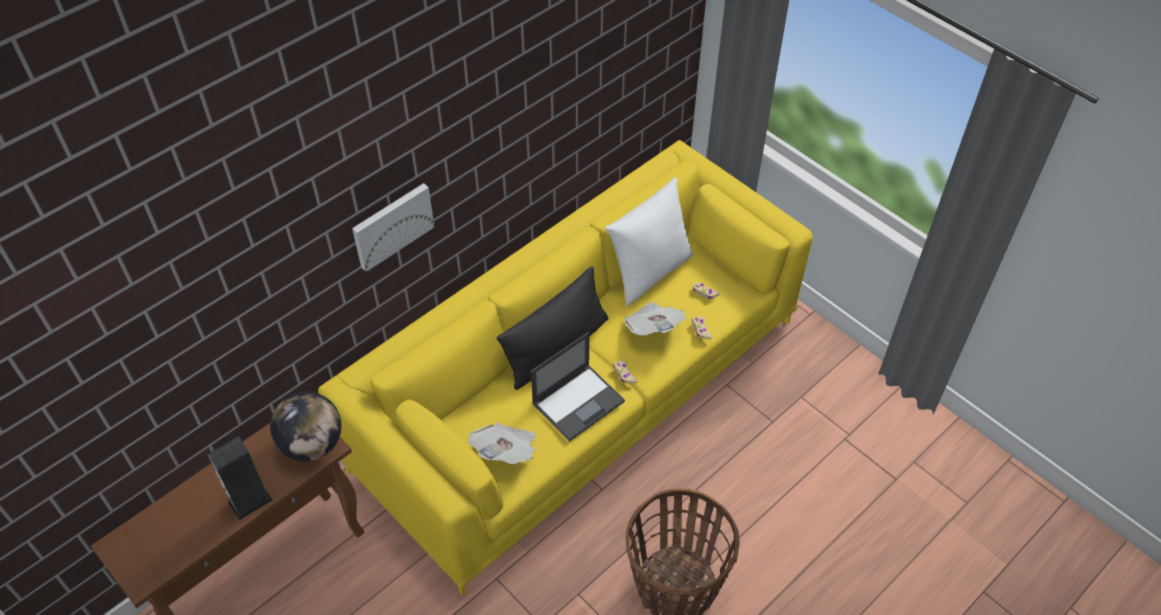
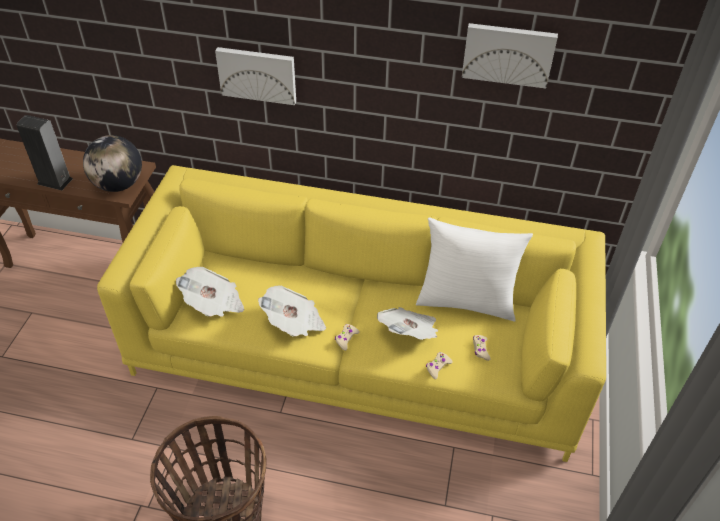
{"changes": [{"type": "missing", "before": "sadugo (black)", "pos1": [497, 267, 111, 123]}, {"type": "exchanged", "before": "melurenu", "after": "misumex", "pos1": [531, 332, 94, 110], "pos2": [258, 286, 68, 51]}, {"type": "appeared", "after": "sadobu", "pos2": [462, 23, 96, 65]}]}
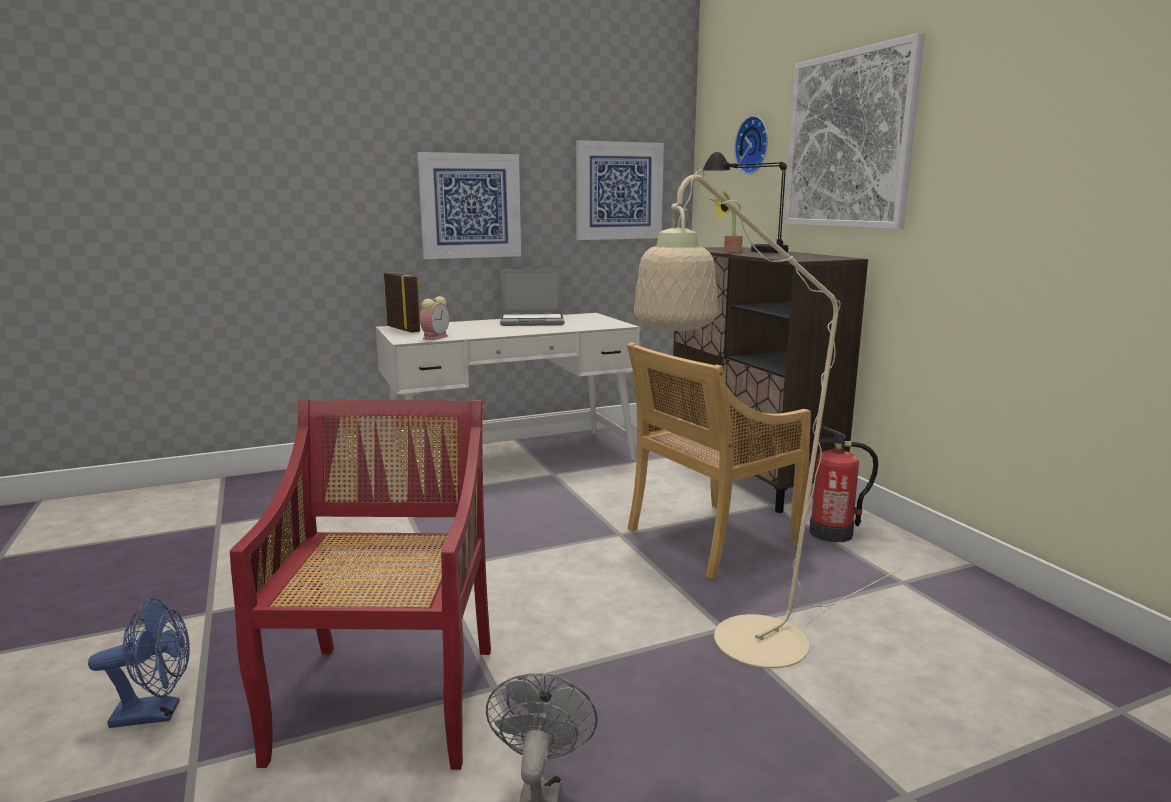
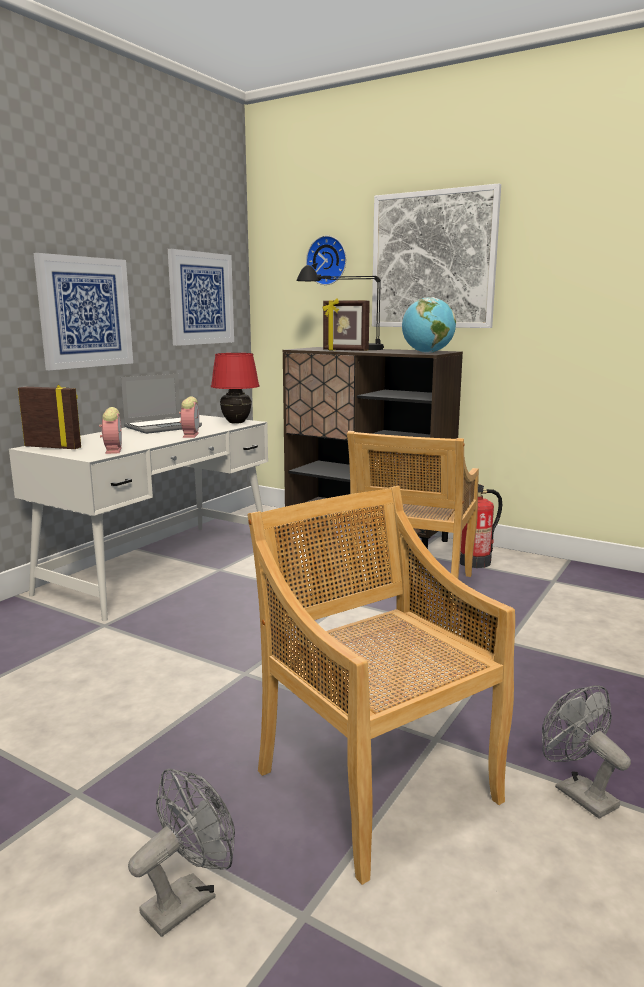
{"changes": [{"type": "missing", "before": "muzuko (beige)", "pos1": [634, 169, 270, 499]}, {"type": "exchanged", "before": "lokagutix", "after": "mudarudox", "pos1": [713, 190, 30, 63], "pos2": [323, 298, 47, 53]}, {"type": "colour", "before": "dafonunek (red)", "after": "dafonunek (beige)", "pos1": [230, 399, 261, 371], "pos2": [247, 486, 268, 399]}, {"type": "colour", "before": "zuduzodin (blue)", "after": "zuduzodin (grey)", "pos1": [88, 598, 102, 130], "pos2": [128, 769, 107, 168]}, {"type": "appeared", "after": "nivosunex", "pos2": [402, 297, 54, 56]}, {"type": "appeared", "after": "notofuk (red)", "pos2": [211, 353, 48, 71]}, {"type": "appeared", "after": "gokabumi", "pos2": [179, 397, 20, 41]}]}
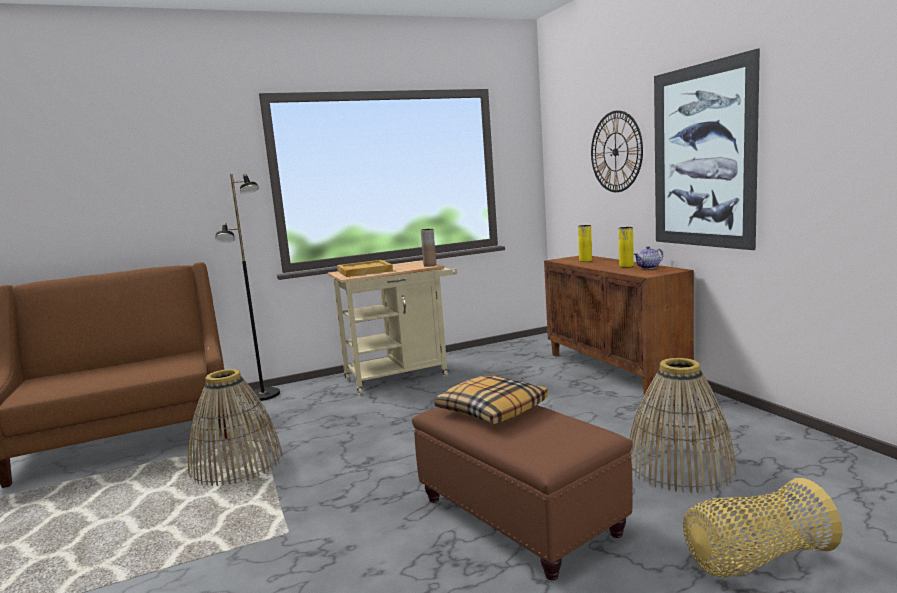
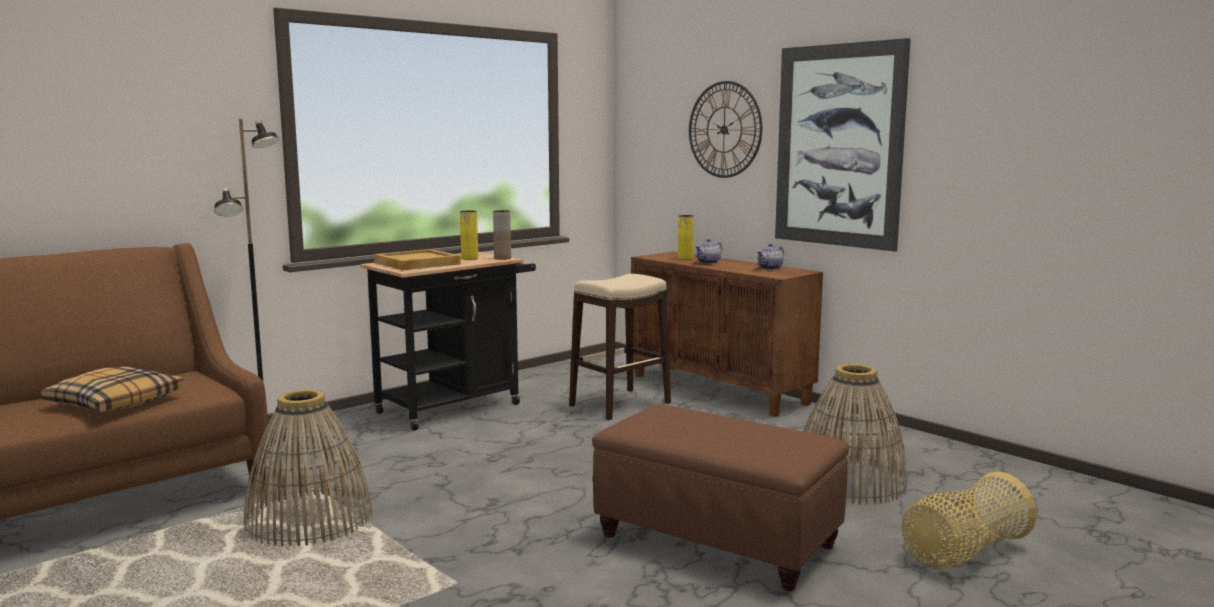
{"changes": [{"type": "relocated", "before": "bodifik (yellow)", "pos1": [618, 227, 16, 40], "pos2": [460, 211, 18, 49]}, {"type": "colour", "before": "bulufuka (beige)", "after": "bulufuka (black)", "pos1": [328, 260, 130, 135], "pos2": [360, 252, 176, 179]}, {"type": "relocated", "before": "sadugo", "pos1": [434, 375, 114, 50], "pos2": [41, 366, 143, 46]}, {"type": "appeared", "after": "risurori", "pos2": [695, 239, 27, 25]}, {"type": "appeared", "after": "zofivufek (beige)", "pos2": [569, 274, 102, 146]}]}
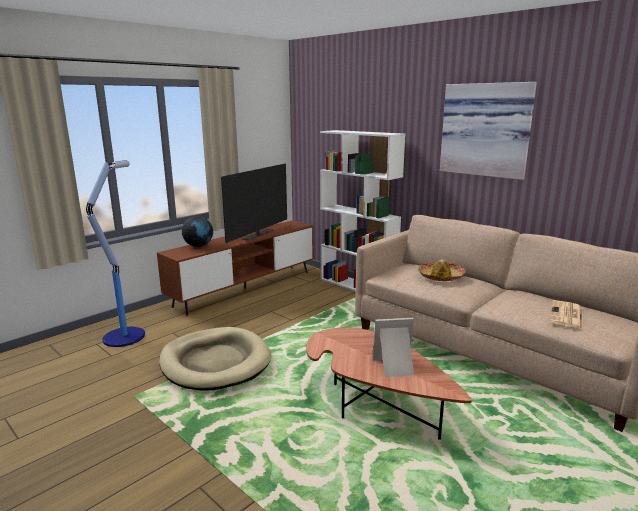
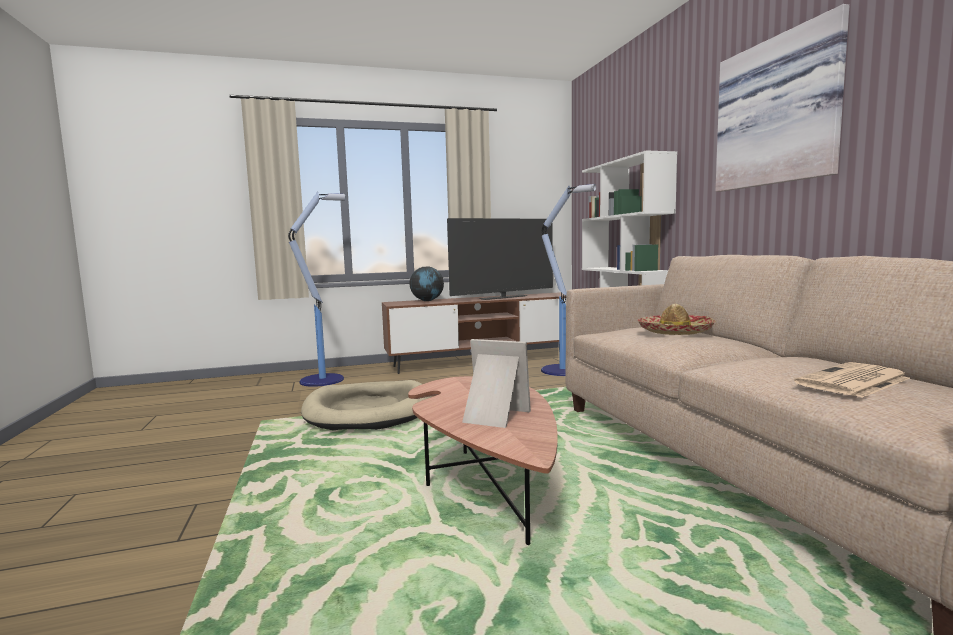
{"changes": [{"type": "appeared", "after": "muzuko", "pos2": [541, 184, 55, 192]}]}
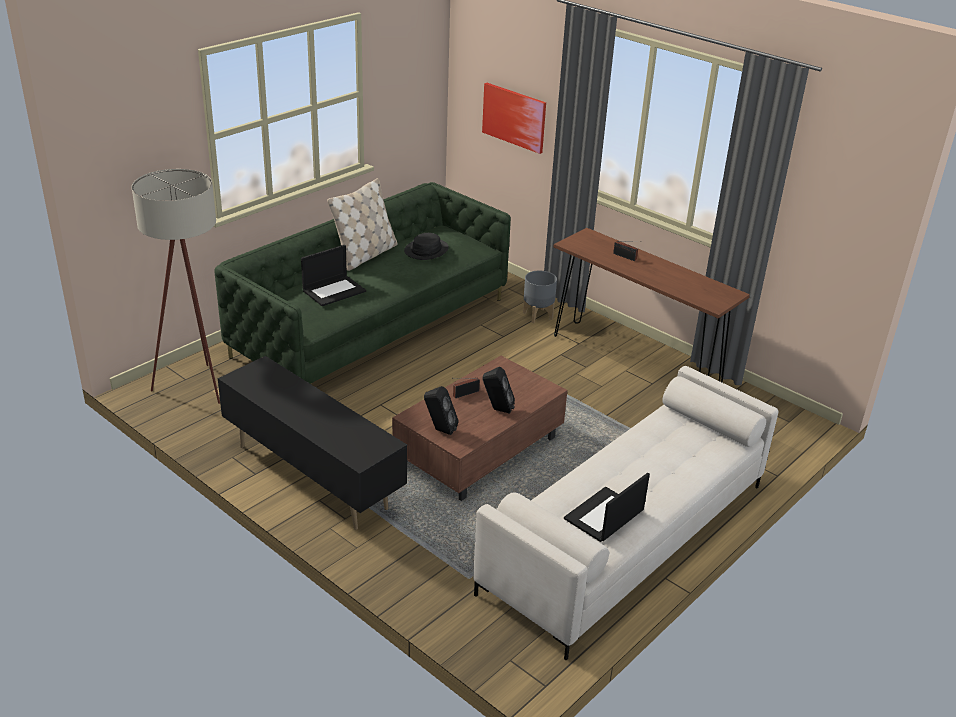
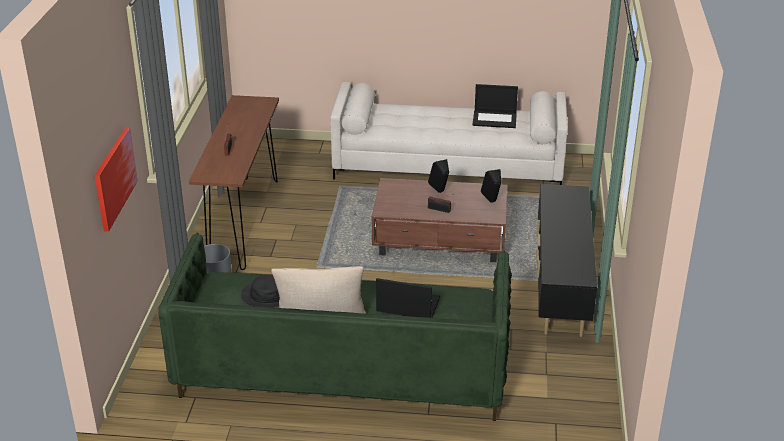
{"changes": [{"type": "missing", "before": "muzuko (beige)", "pos1": [131, 169, 89, 235]}]}
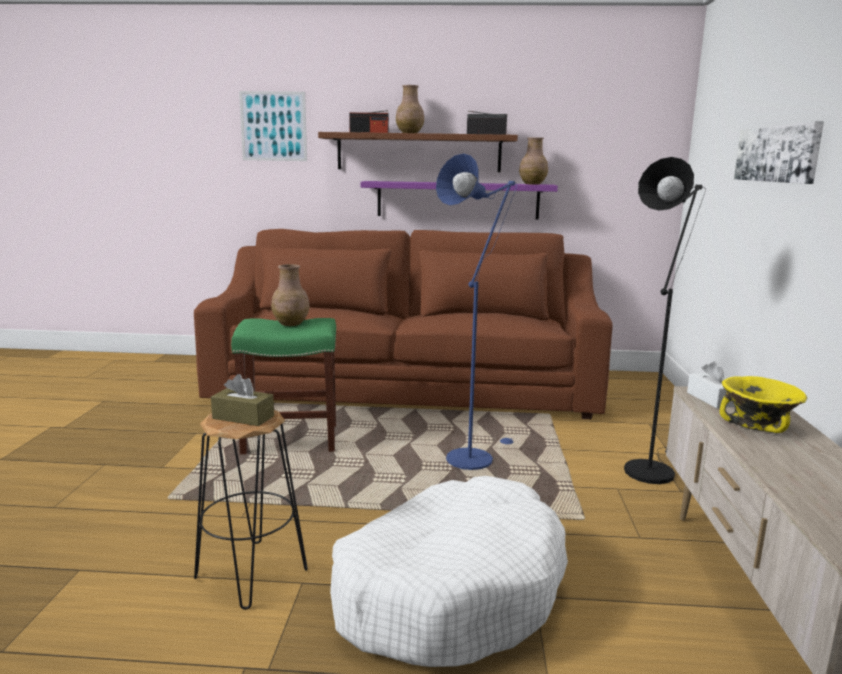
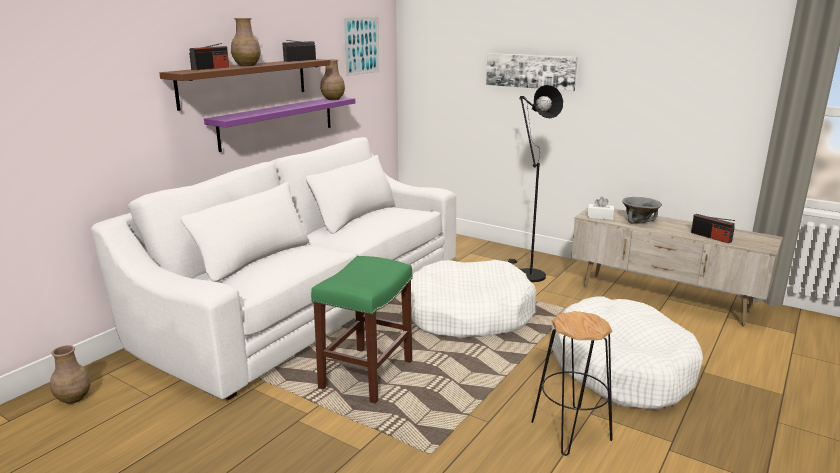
{"changes": [{"type": "relocated", "before": "sadobu", "pos1": [239, 91, 68, 70], "pos2": [343, 17, 37, 59]}, {"type": "exchanged", "before": "muzuko (blue)", "after": "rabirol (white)", "pos1": [436, 154, 81, 316], "pos2": [411, 260, 126, 78]}, {"type": "colour", "before": "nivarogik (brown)", "after": "nivarogik (white)", "pos1": [194, 229, 418, 190], "pos2": [91, 137, 365, 263]}, {"type": "relocated", "before": "bodifik (brown)", "pos1": [271, 264, 39, 62], "pos2": [50, 345, 41, 59]}, {"type": "missing", "before": "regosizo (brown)", "pos1": [211, 374, 63, 52]}, {"type": "colour", "before": "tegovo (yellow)", "after": "tegovo (grey)", "pos1": [720, 376, 87, 57], "pos2": [622, 197, 40, 27]}, {"type": "appeared", "after": "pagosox", "pos2": [691, 214, 44, 29]}]}
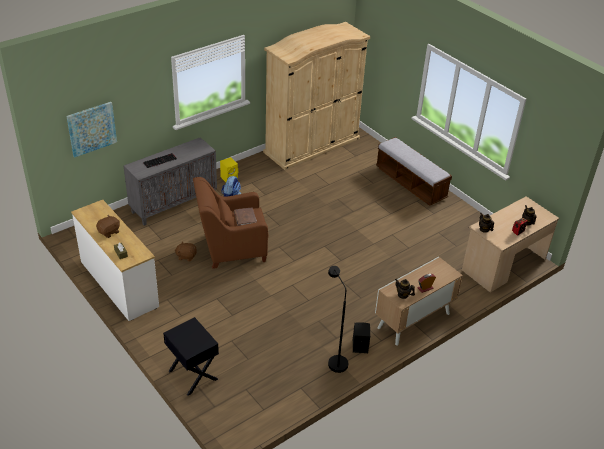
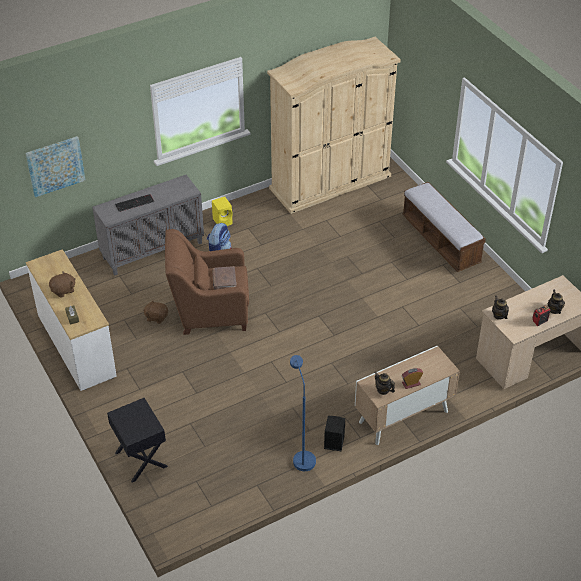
{"changes": [{"type": "colour", "before": "muzuko (black)", "after": "muzuko (blue)", "pos1": [328, 266, 20, 107], "pos2": [290, 355, 26, 116]}]}
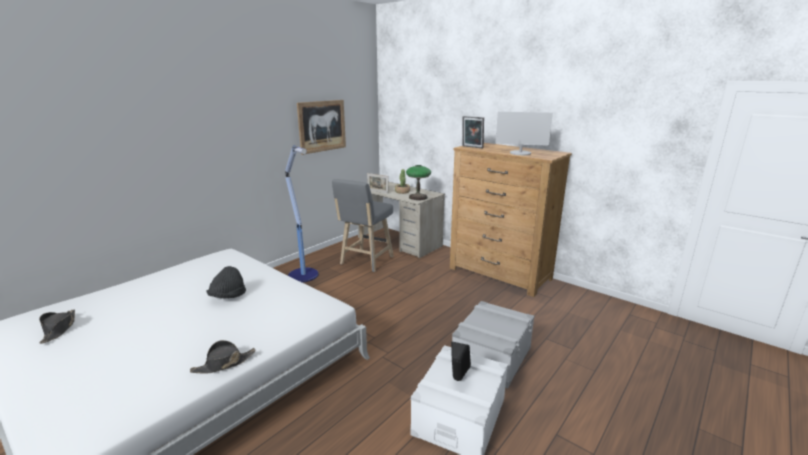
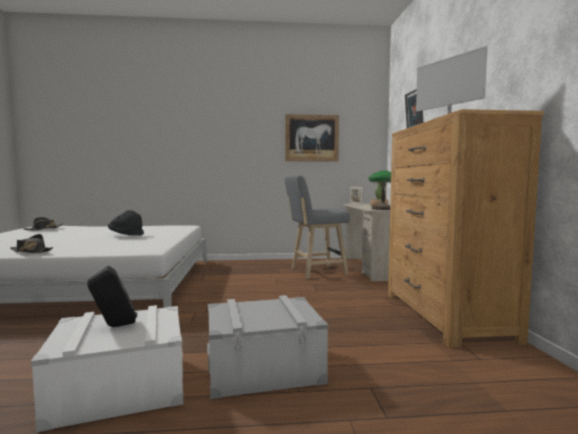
{"changes": [{"type": "missing", "before": "muzuko", "pos1": [285, 145, 34, 137]}]}
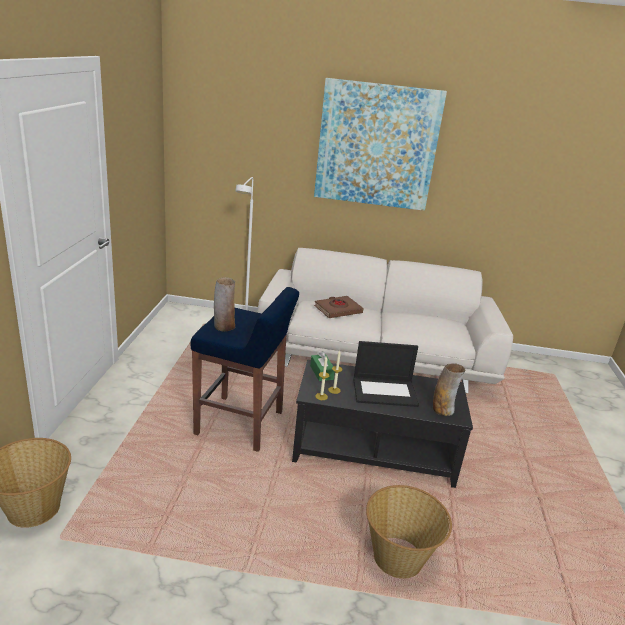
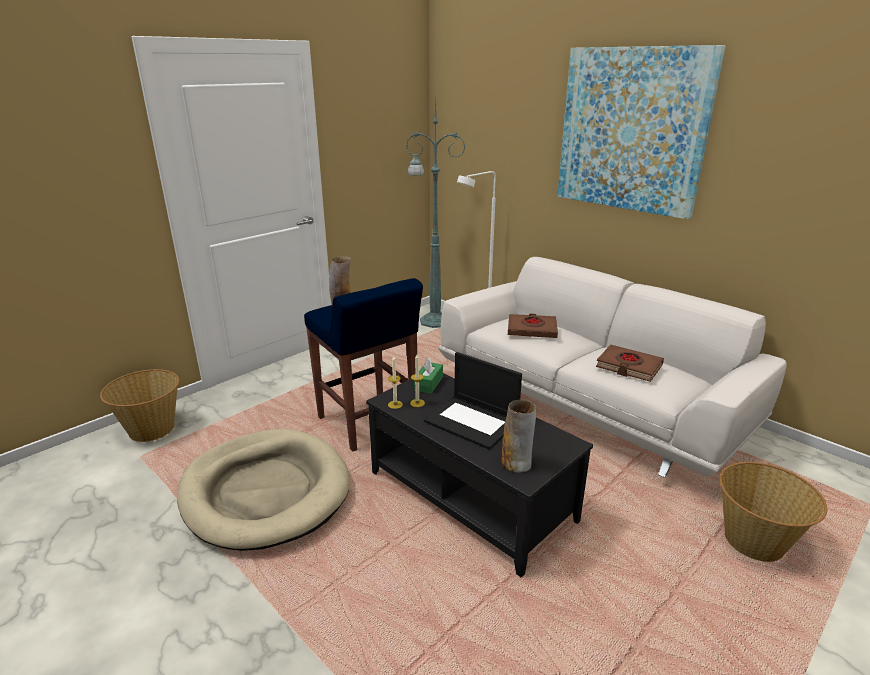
{"changes": [{"type": "relocated", "before": "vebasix", "pos1": [366, 485, 86, 94], "pos2": [719, 462, 108, 100]}, {"type": "appeared", "after": "muzuko (green)", "pos2": [406, 94, 59, 234]}, {"type": "appeared", "after": "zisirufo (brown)", "pos2": [596, 344, 68, 38]}, {"type": "appeared", "after": "rabirol (beige)", "pos2": [177, 429, 173, 122]}]}
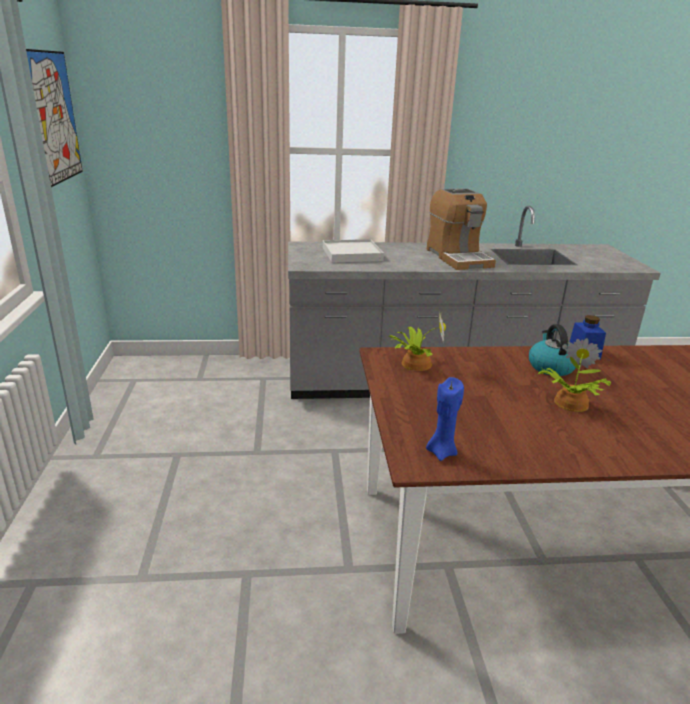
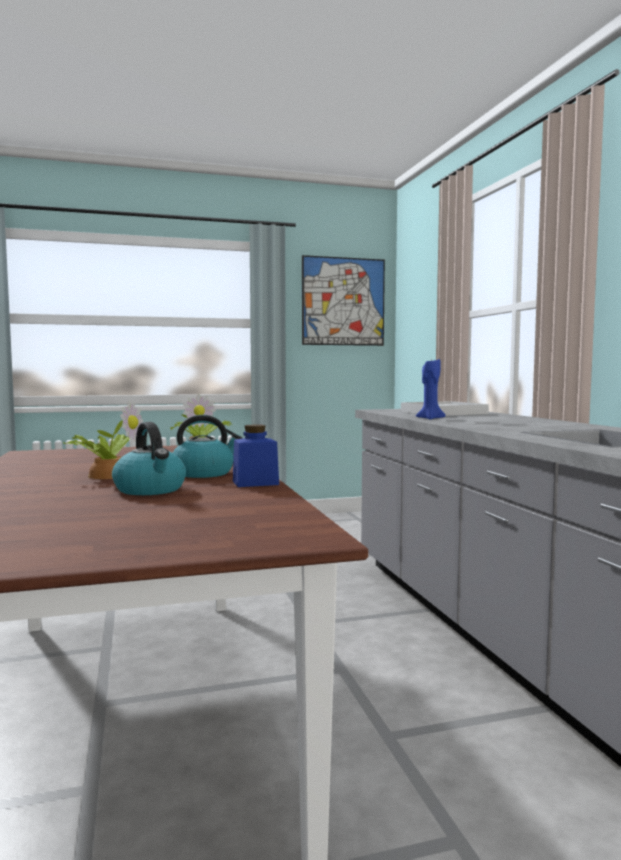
{"changes": [{"type": "missing", "before": "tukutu", "pos1": [427, 188, 69, 82]}, {"type": "relocated", "before": "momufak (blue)", "pos1": [426, 377, 38, 84], "pos2": [416, 359, 29, 60]}, {"type": "appeared", "after": "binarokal", "pos2": [112, 422, 74, 73]}]}
